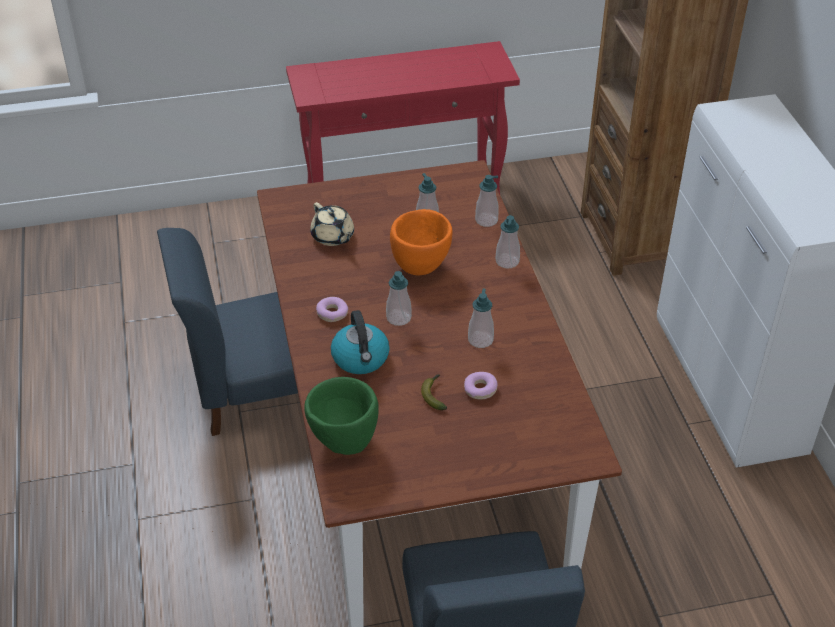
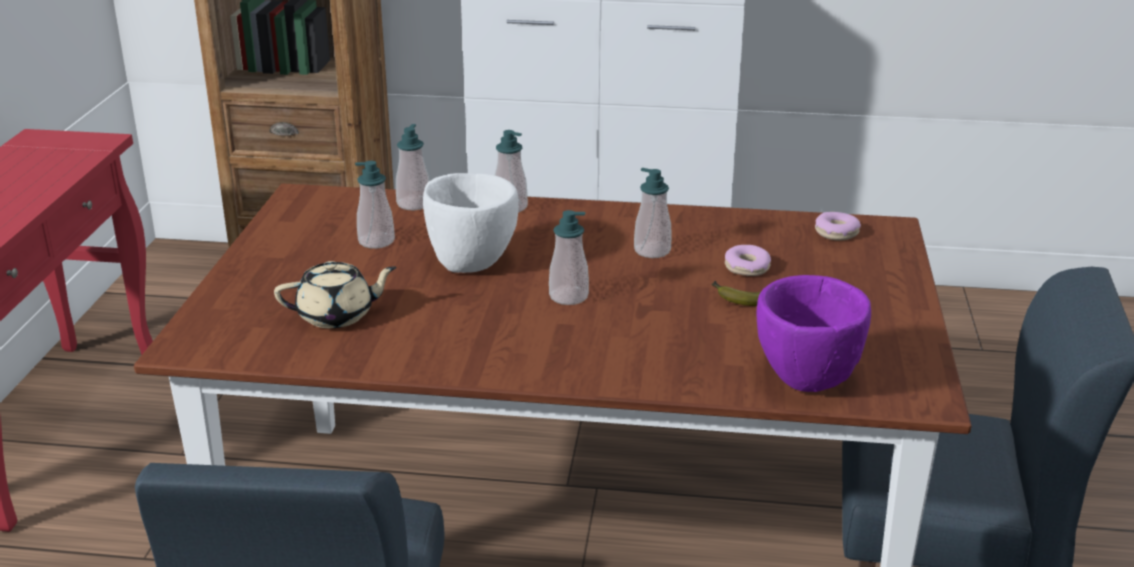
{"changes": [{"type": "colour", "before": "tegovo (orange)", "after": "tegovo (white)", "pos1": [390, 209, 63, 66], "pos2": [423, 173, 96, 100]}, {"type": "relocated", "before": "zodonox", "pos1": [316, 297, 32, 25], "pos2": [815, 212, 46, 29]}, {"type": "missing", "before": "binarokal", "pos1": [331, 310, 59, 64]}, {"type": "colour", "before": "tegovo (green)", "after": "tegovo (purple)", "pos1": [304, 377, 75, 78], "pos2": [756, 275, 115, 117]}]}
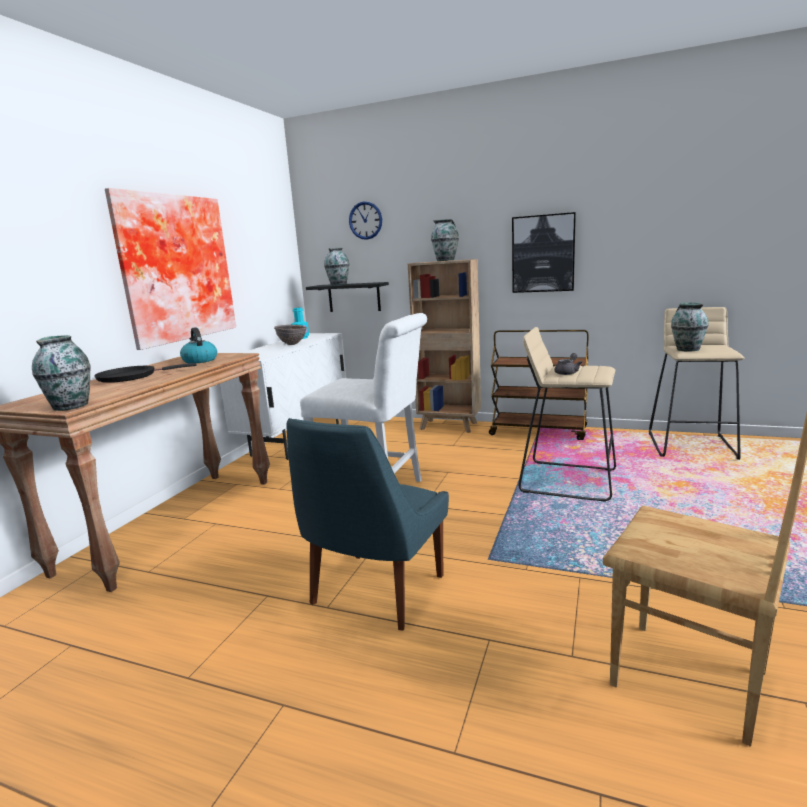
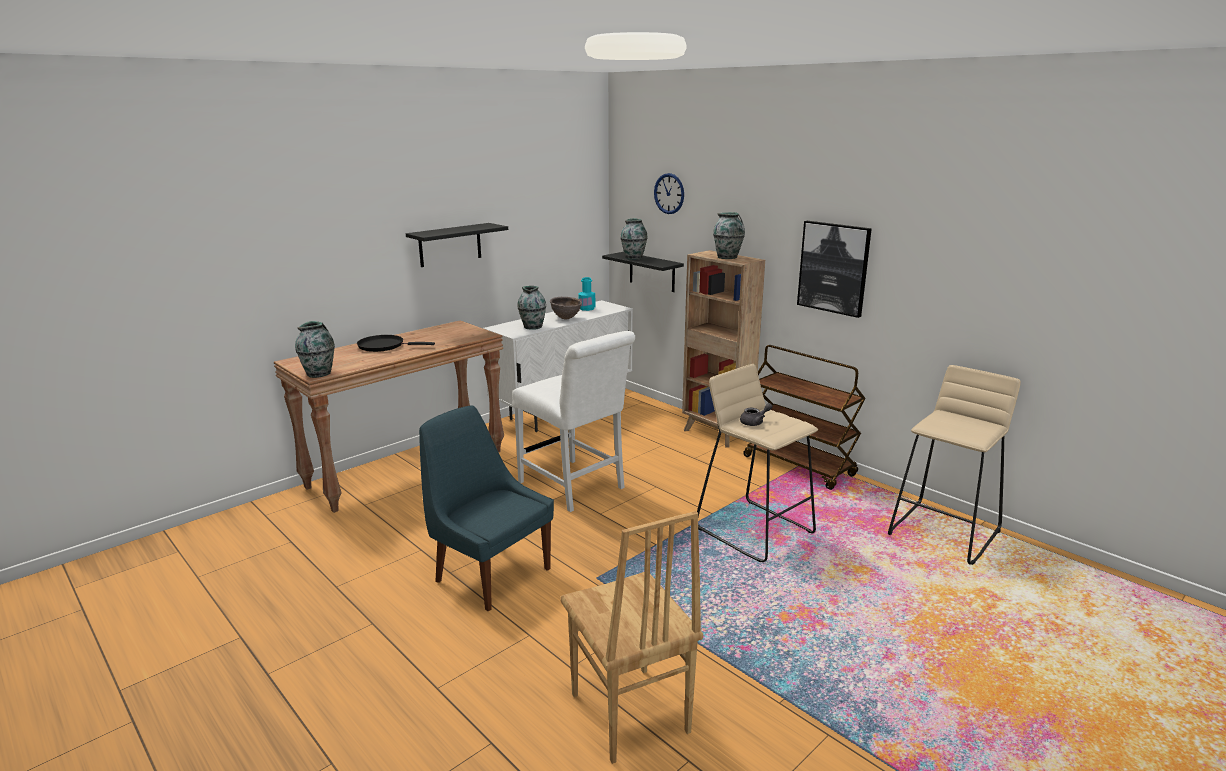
{"changes": [{"type": "exchanged", "before": "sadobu", "after": "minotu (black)", "pos1": [105, 188, 131, 162], "pos2": [406, 223, 102, 44]}, {"type": "relocated", "before": "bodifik", "pos1": [671, 302, 38, 50], "pos2": [517, 286, 29, 44]}, {"type": "missing", "before": "binarokal", "pos1": [180, 327, 37, 36]}, {"type": "spun", "before": "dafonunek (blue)", "pos1": [286, 418, 163, 213], "pos2": [419, 405, 135, 206], "turn": 75}]}
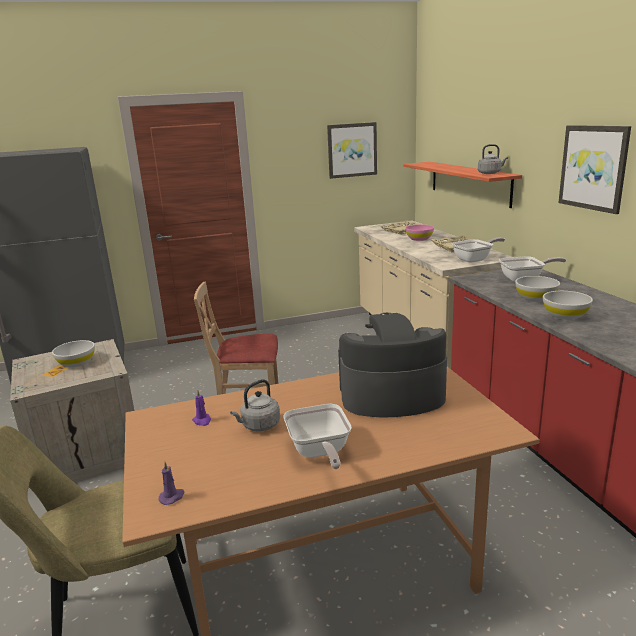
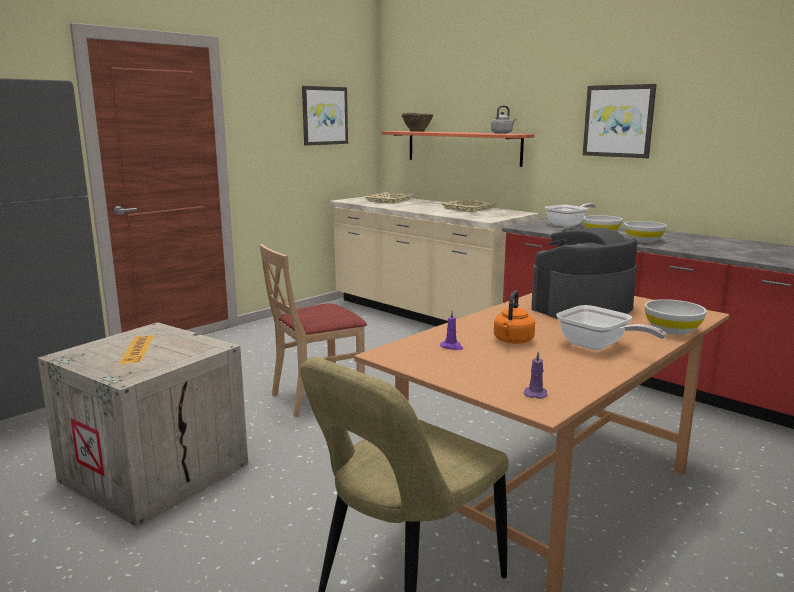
{"changes": [{"type": "missing", "before": "tegovo (pink)", "pos1": [405, 225, 29, 16]}, {"type": "missing", "before": "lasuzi", "pos1": [452, 237, 53, 26]}, {"type": "relocated", "before": "tegovo (white)", "pos1": [52, 340, 43, 27], "pos2": [645, 299, 62, 36]}, {"type": "colour", "before": "binarokal (grey)", "after": "binarokal (orange)", "pos1": [230, 379, 50, 52], "pos2": [494, 290, 41, 54]}, {"type": "appeared", "after": "tegovo (brown)", "pos2": [402, 113, 32, 19]}]}
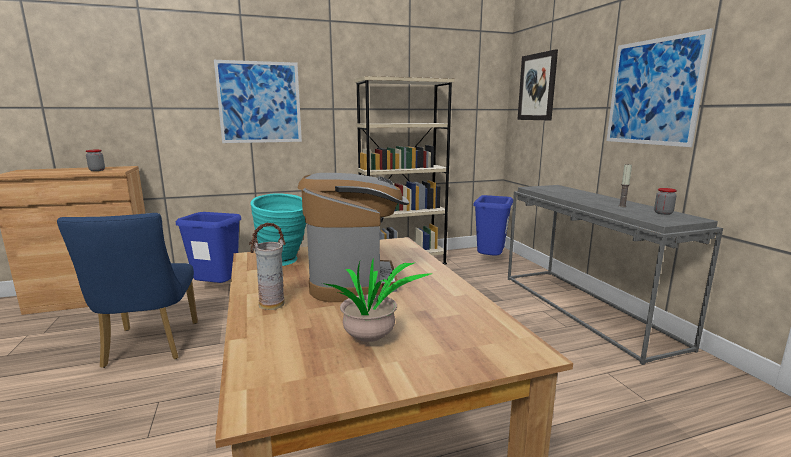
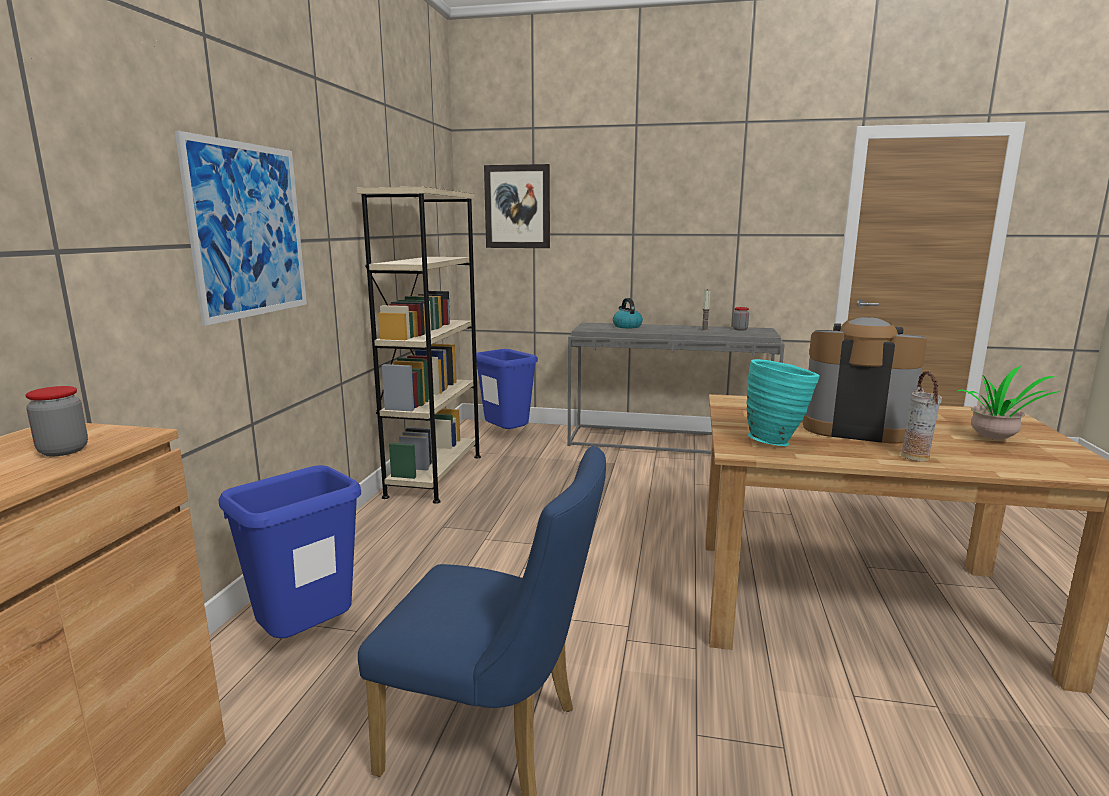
{"changes": [{"type": "missing", "before": "sadobu", "pos1": [606, 28, 107, 119]}, {"type": "appeared", "after": "binarokal", "pos2": [613, 298, 30, 30]}]}
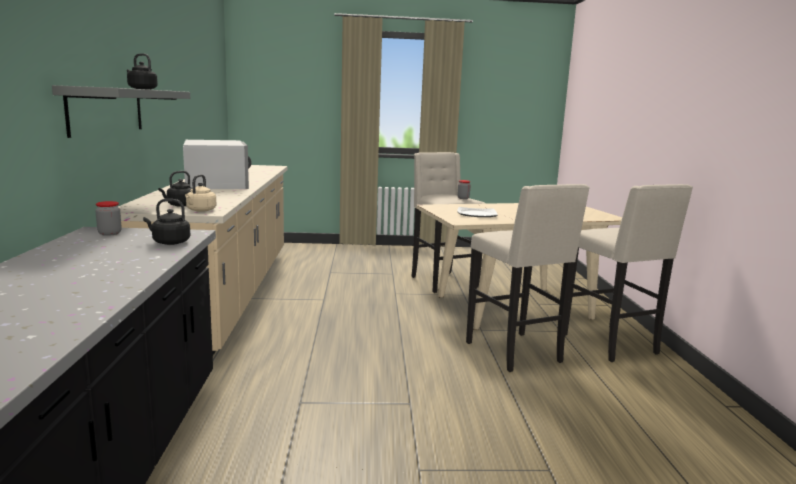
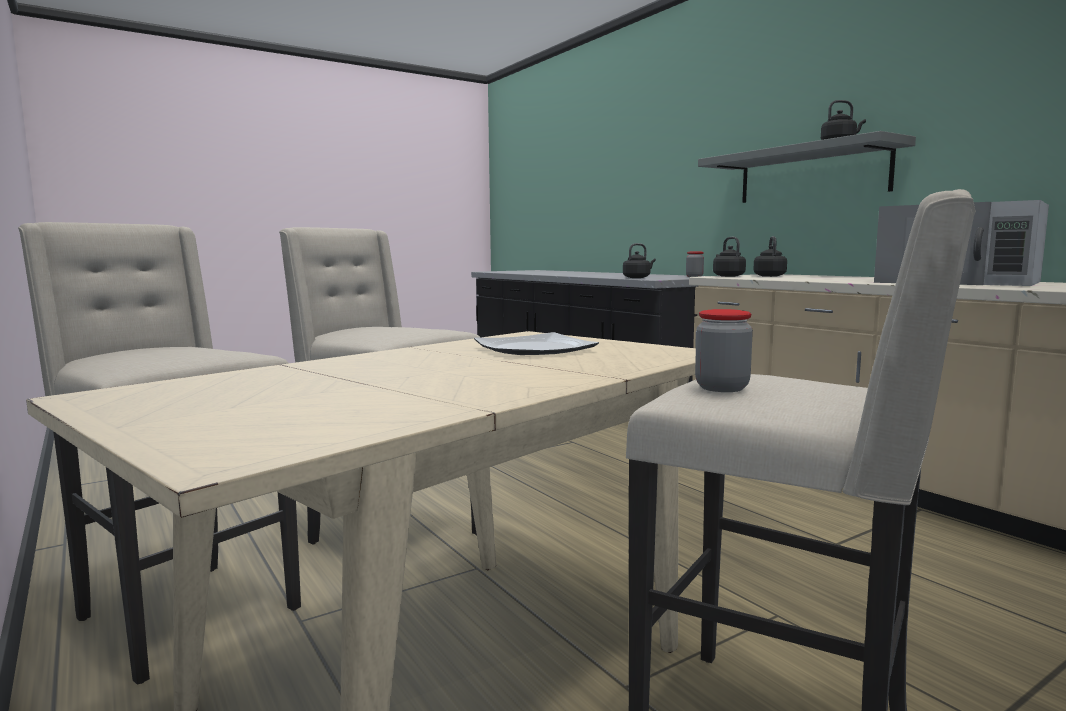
{"changes": [{"type": "colour", "before": "binarokal (beige)", "after": "binarokal (black)", "pos1": [185, 174, 31, 38], "pos2": [713, 237, 33, 40]}]}
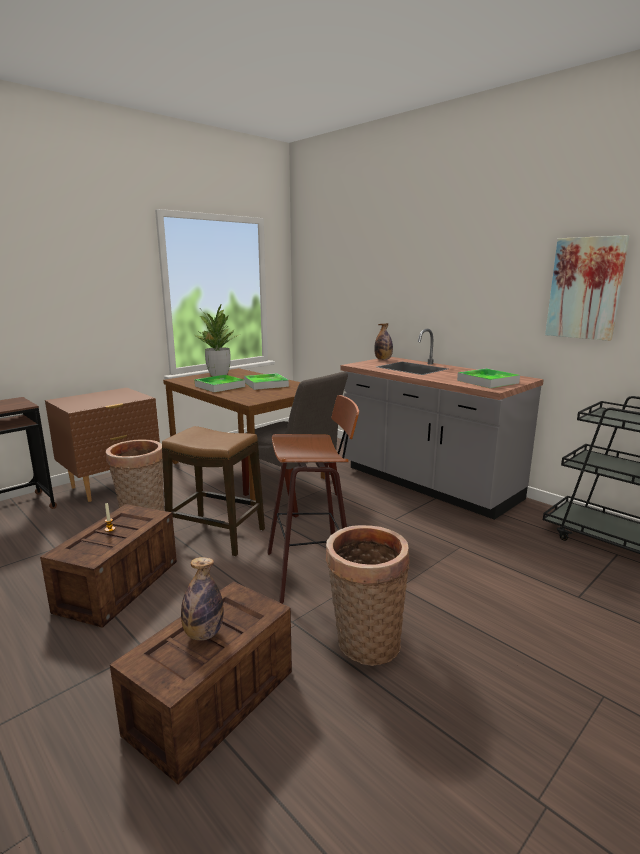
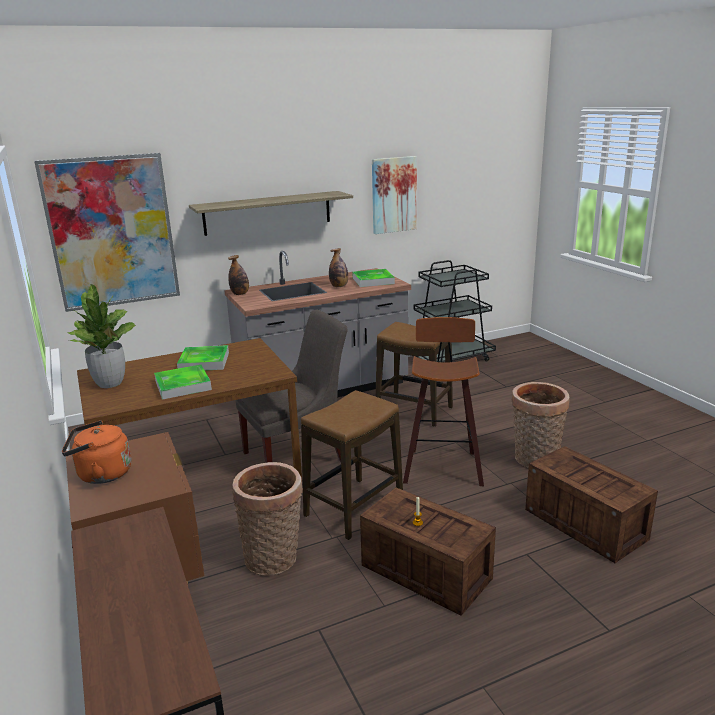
{"changes": [{"type": "relocated", "before": "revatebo", "pos1": [181, 557, 43, 83], "pos2": [329, 248, 19, 39]}, {"type": "appeared", "after": "sadobu", "pos2": [34, 153, 146, 159]}, {"type": "appeared", "after": "minotu", "pos2": [189, 191, 164, 45]}, {"type": "appeared", "after": "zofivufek", "pos2": [376, 322, 77, 105]}, {"type": "appeared", "after": "binarokal (orange)", "pos2": [62, 420, 69, 64]}]}
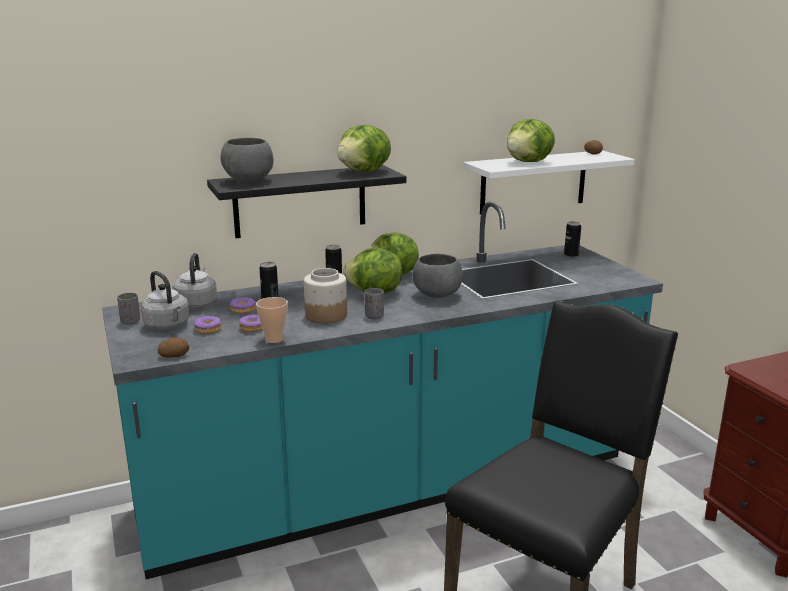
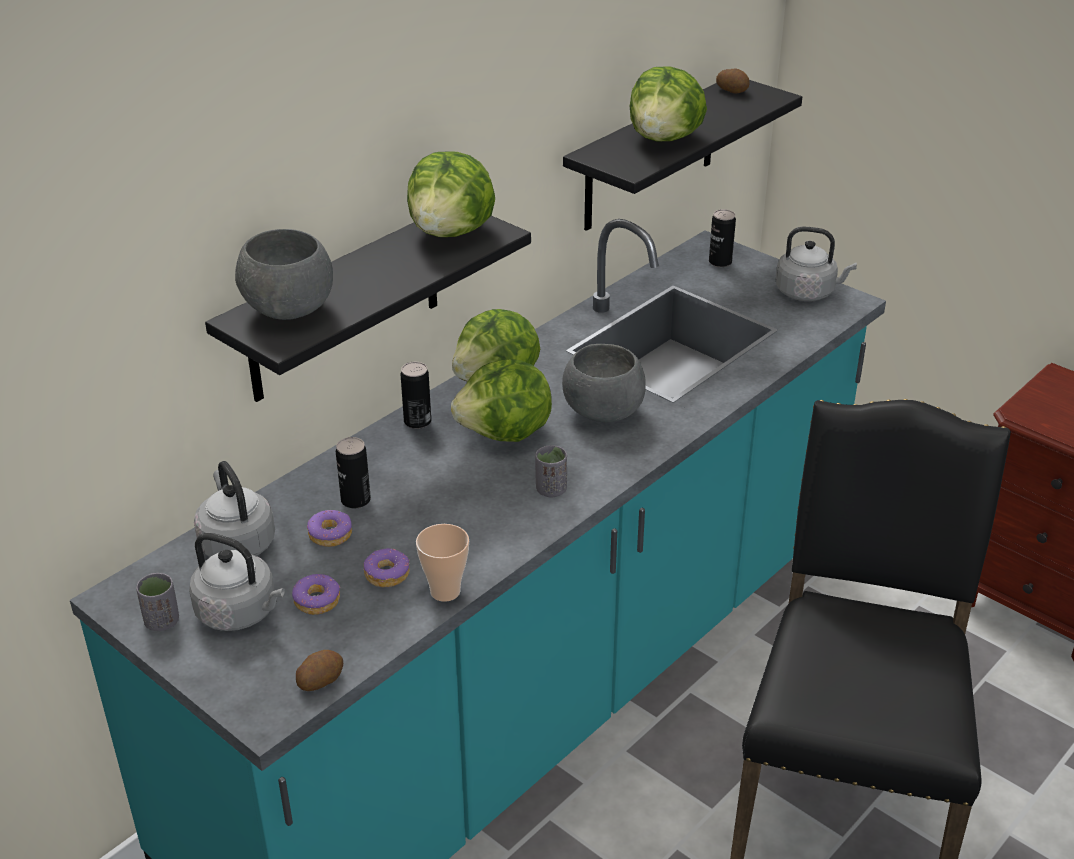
{"changes": [{"type": "colour", "before": "minotu (white)", "after": "minotu (black)", "pos1": [464, 150, 171, 64], "pos2": [563, 80, 239, 151]}, {"type": "missing", "before": "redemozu", "pos1": [304, 268, 43, 55]}, {"type": "appeared", "after": "binarokal (grey)", "pos2": [776, 227, 81, 74]}]}
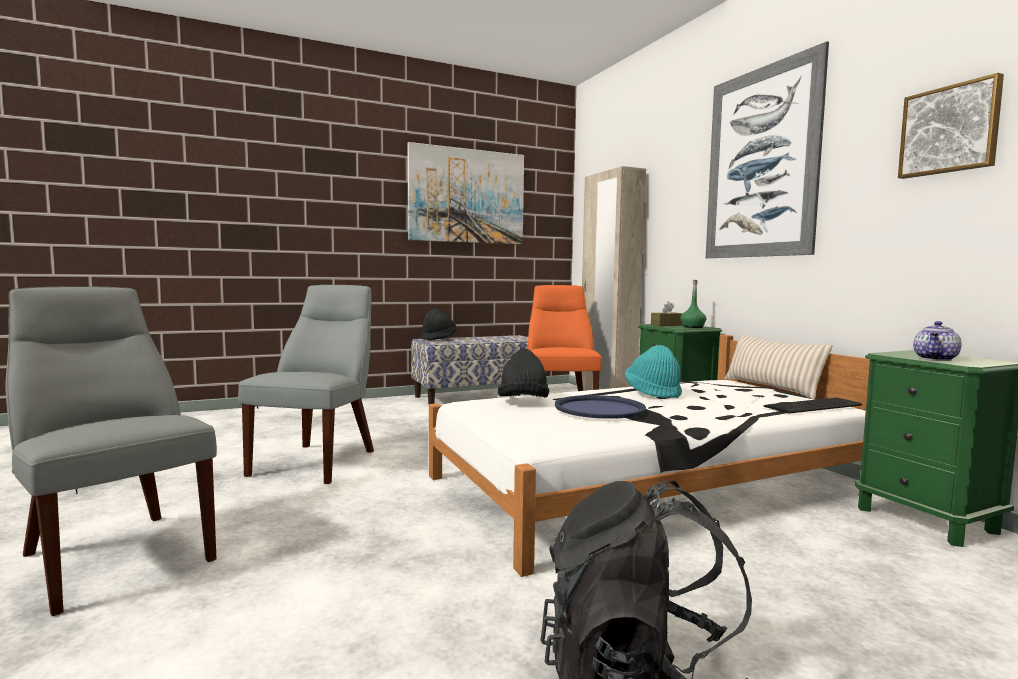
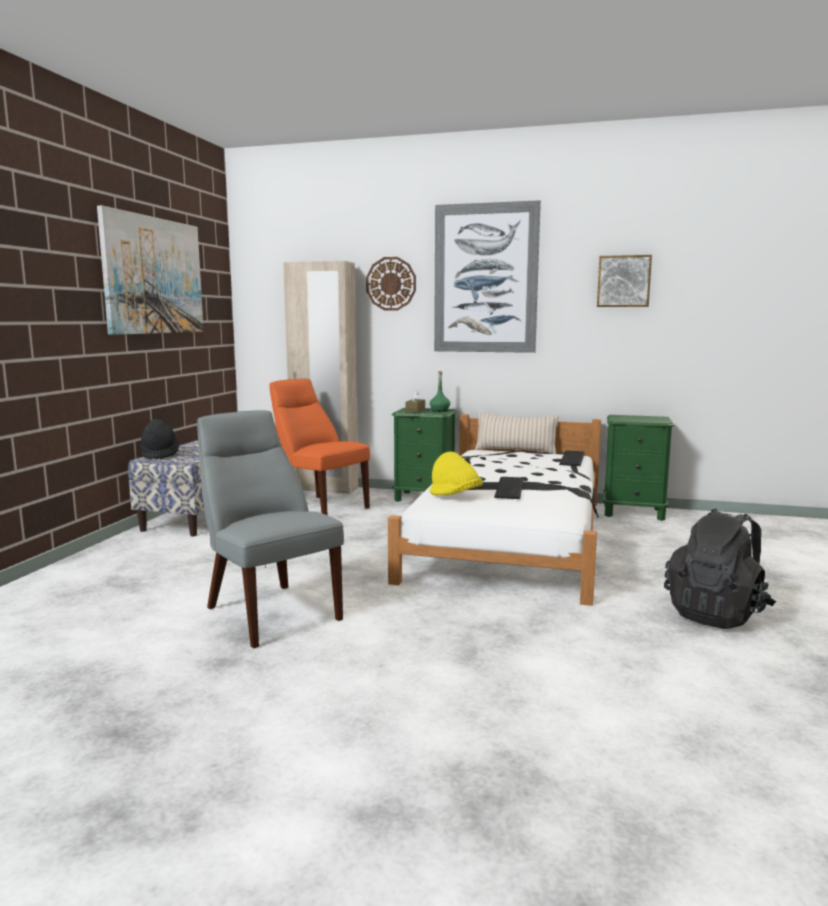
{"changes": [{"type": "missing", "before": "dafonunek (grey)", "pos1": [6, 286, 211, 330]}, {"type": "missing", "before": "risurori", "pos1": [913, 321, 49, 40]}, {"type": "missing", "before": "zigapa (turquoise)", "pos1": [625, 345, 57, 53]}, {"type": "colour", "before": "zigapa (black)", "after": "zigapa (yellow)", "pos1": [498, 349, 51, 49], "pos2": [430, 452, 53, 44]}, {"type": "exchanged", "before": "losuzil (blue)", "after": "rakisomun", "pos1": [555, 395, 91, 24], "pos2": [494, 477, 30, 22]}, {"type": "appeared", "after": "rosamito", "pos2": [366, 257, 50, 54]}]}
